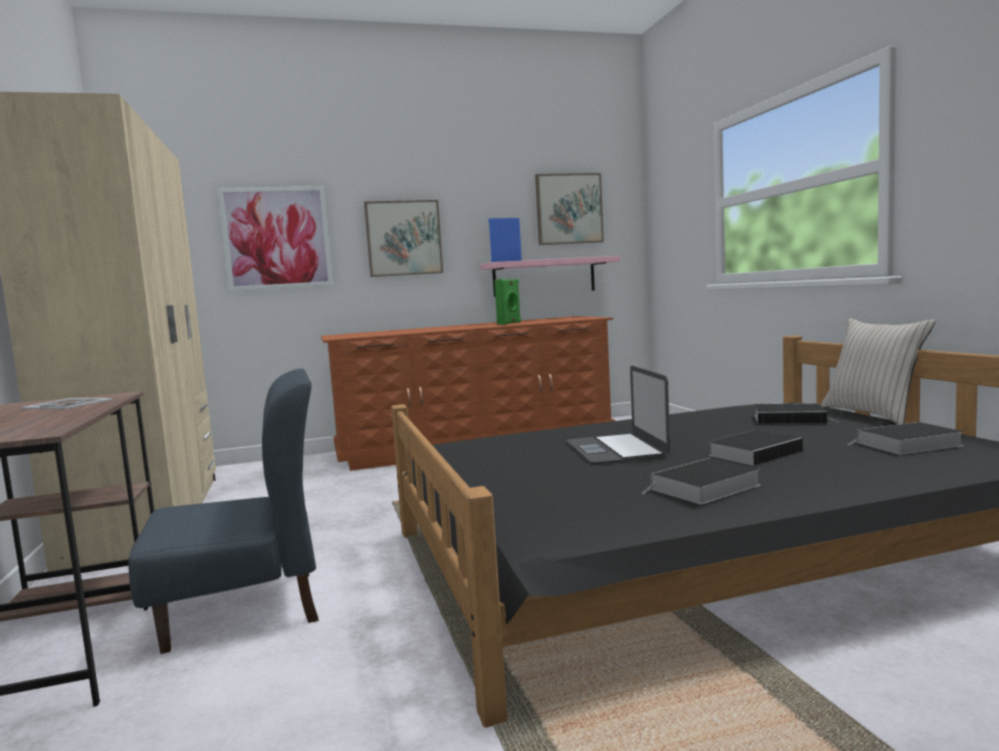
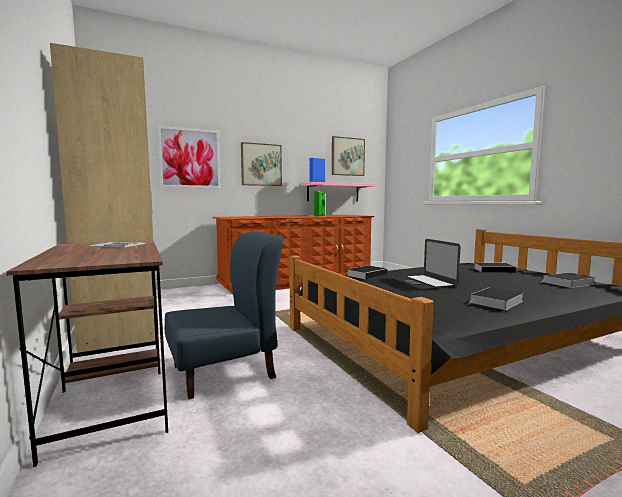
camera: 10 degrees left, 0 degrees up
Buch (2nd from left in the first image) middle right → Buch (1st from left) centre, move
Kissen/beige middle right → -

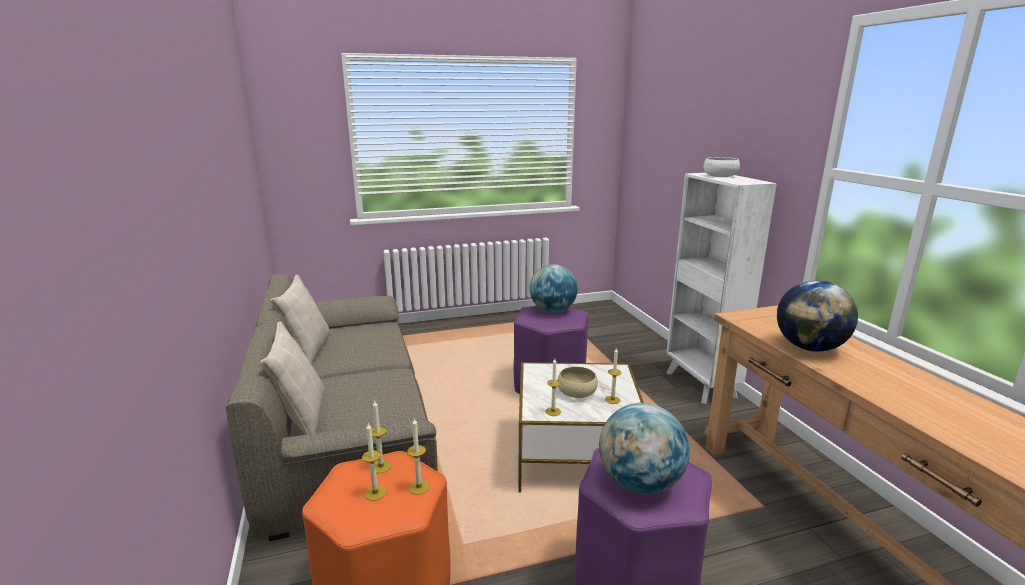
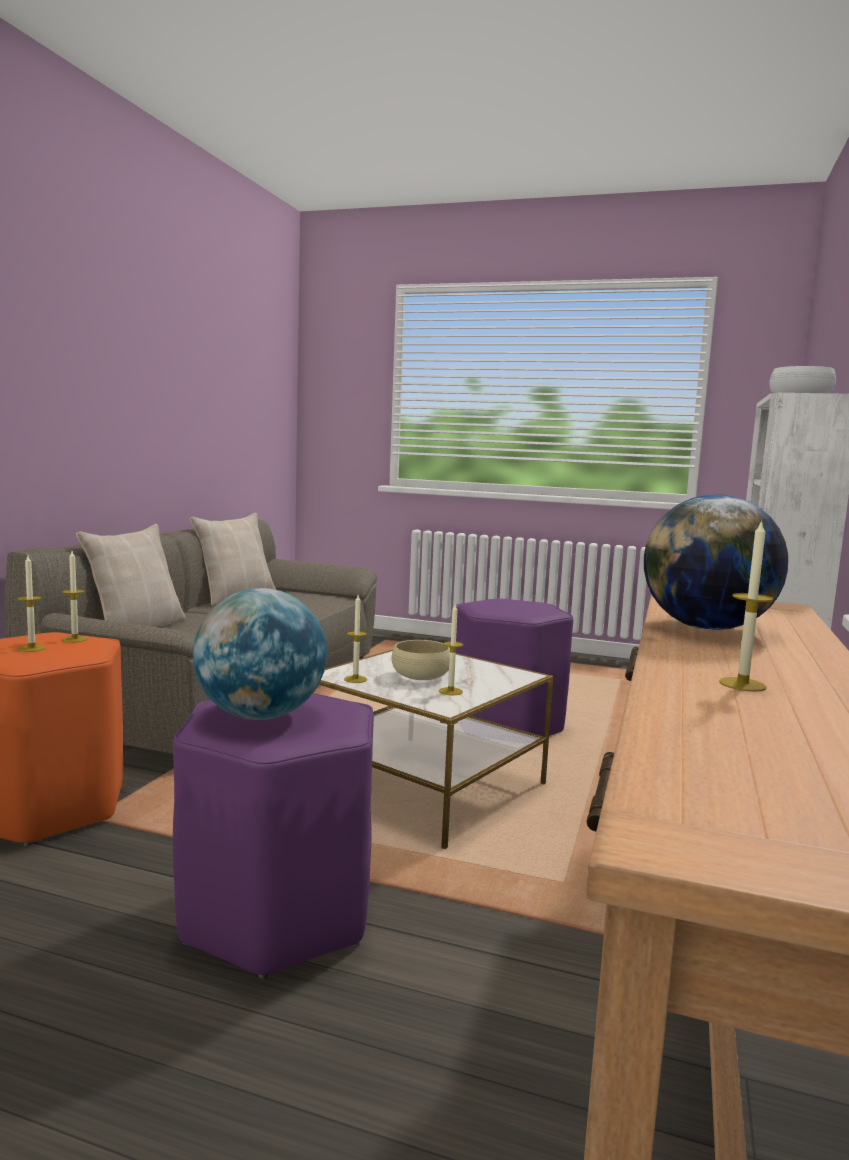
camera: 35 degrees right, 10 degrees down
Kerze (3rd from left in the first image) bottom centre → Kerze (5th from left) middle right, move
Globus (1st from left) centre → -

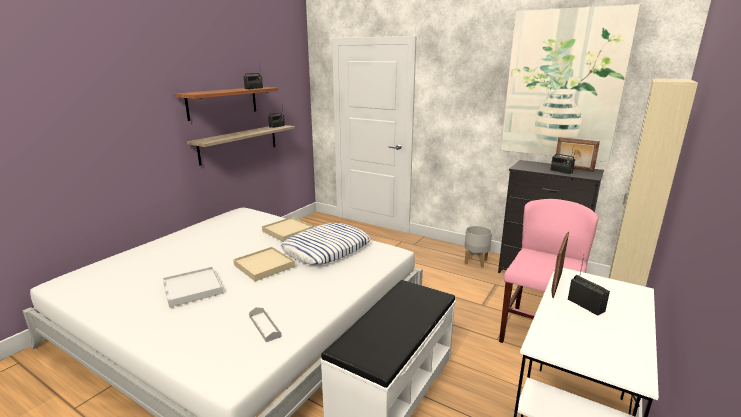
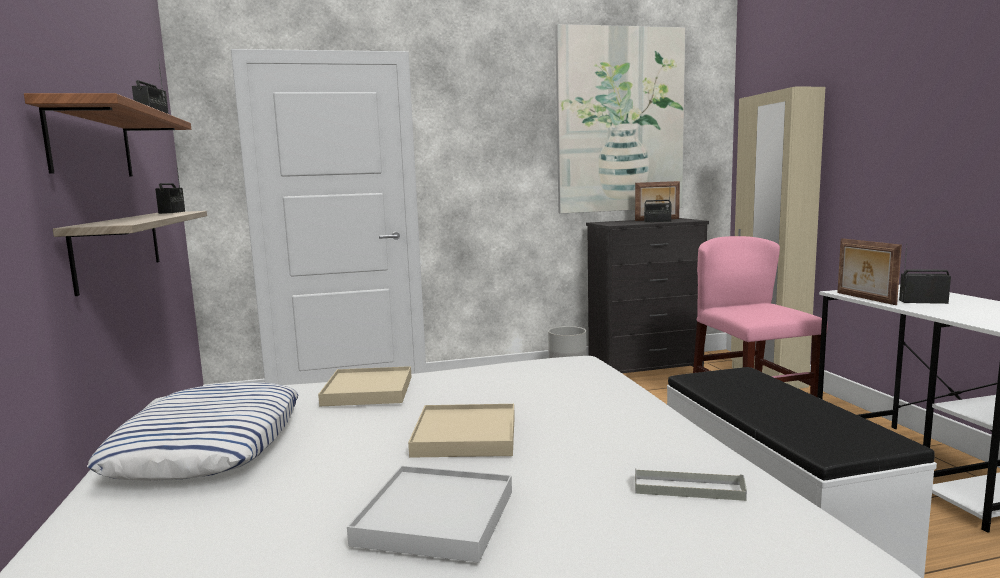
camera: 45 degrees left, 10 degrees down
Kissen centre → Kissen bottom left, move

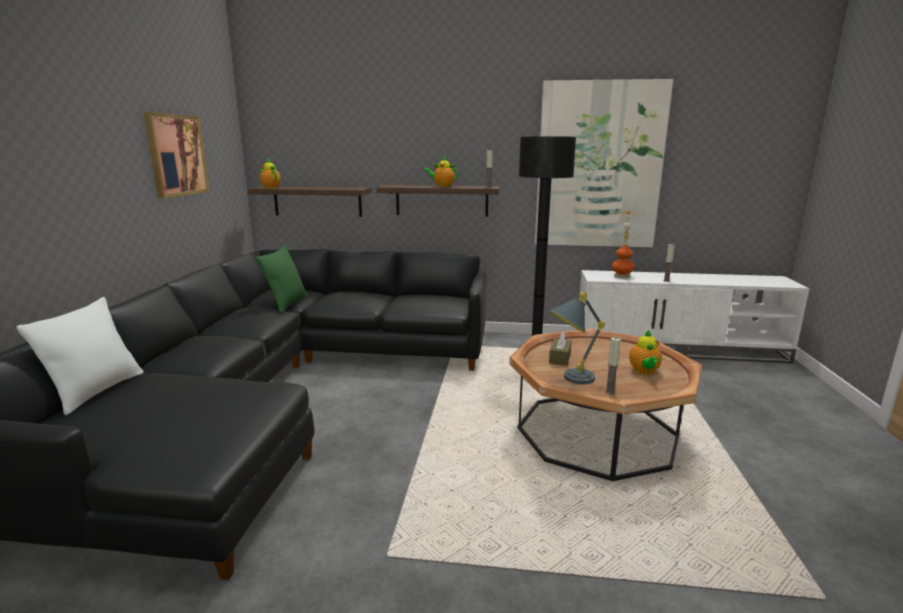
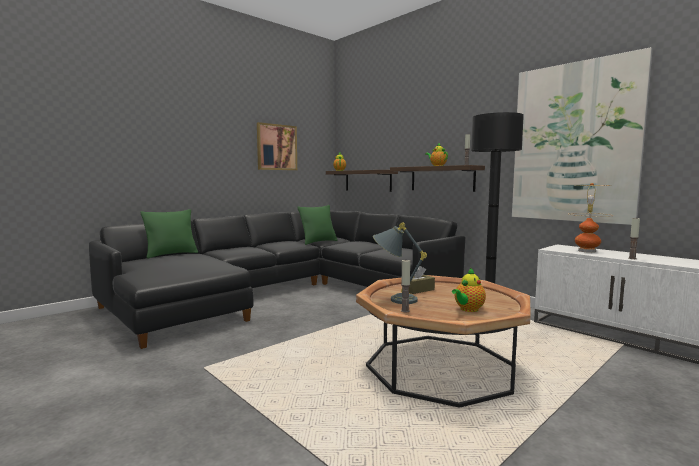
camera: 40 degrees right, 10 degrees down
Kissen/weiß middle left → Kissen/grün (1st from left) middle left

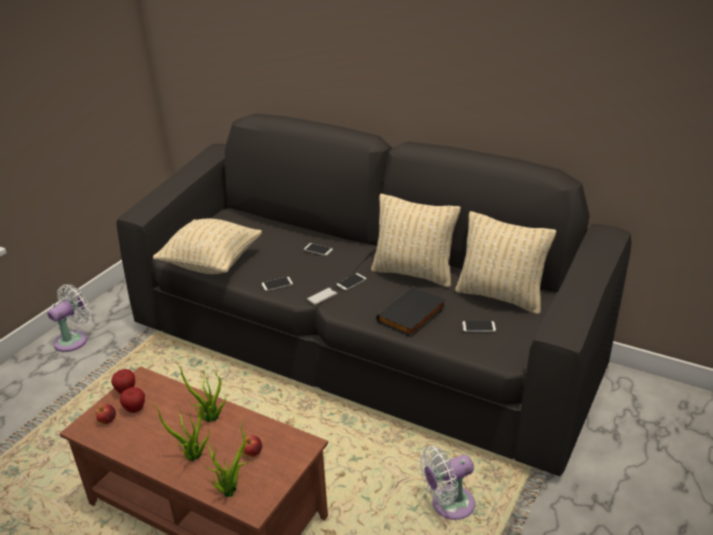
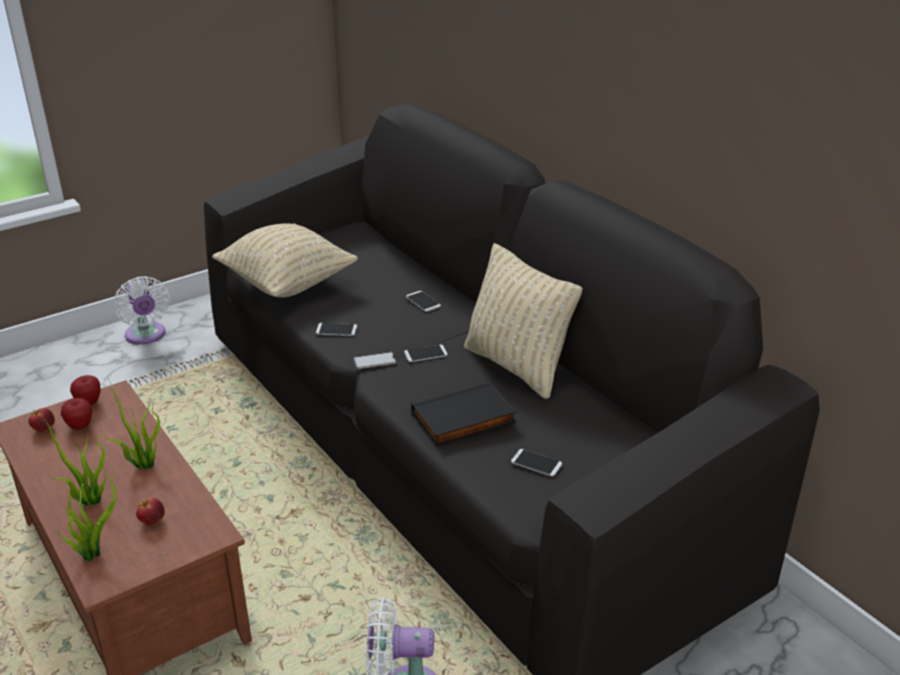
camera: 25 degrees right, 0 degrees up
Ventilator/weiß (1st from left) middle left, 90 degrees clockwise
Kissen/beige (3rd from left) middle right → -

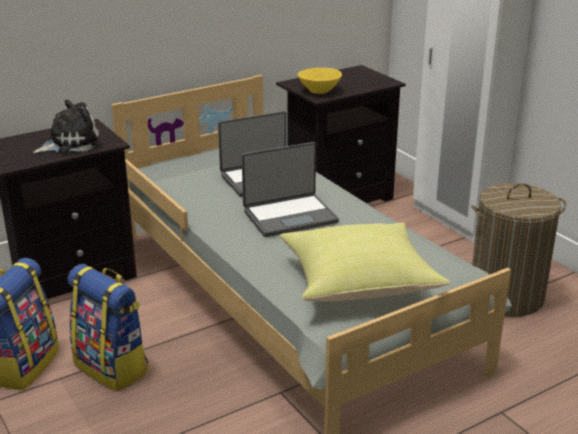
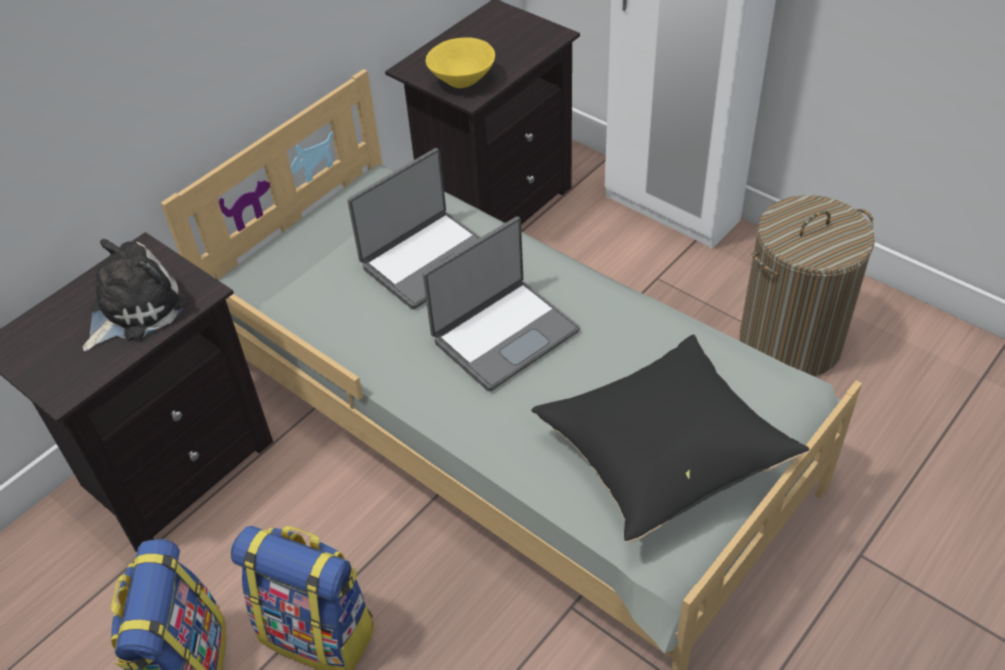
camera: 15 degrees left, 20 degrees up
Kissen/gelb centre → Kissen/schwarz middle right

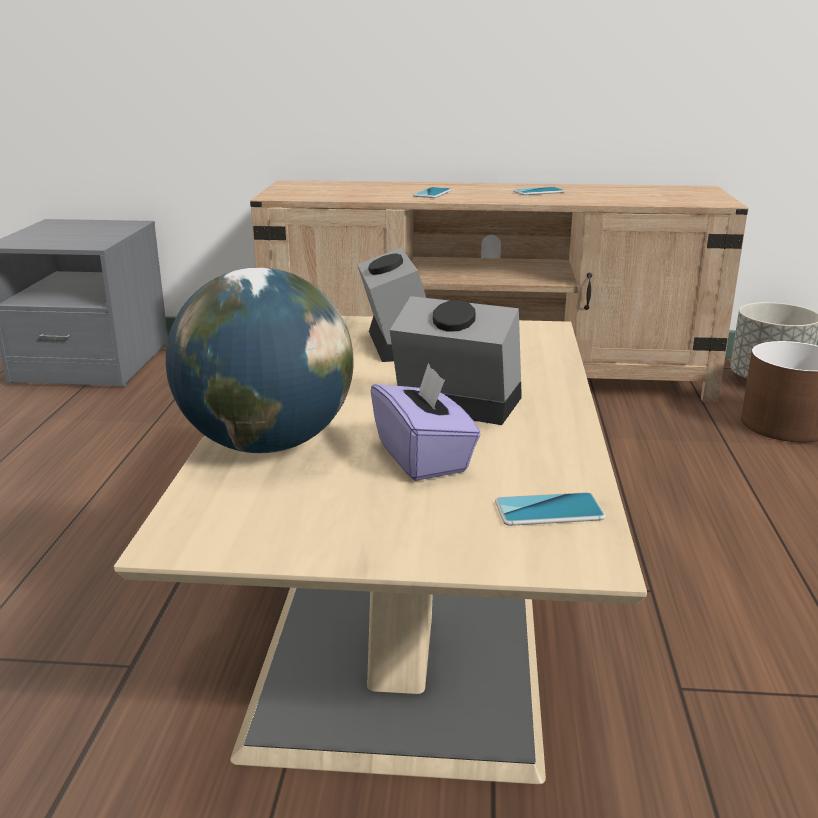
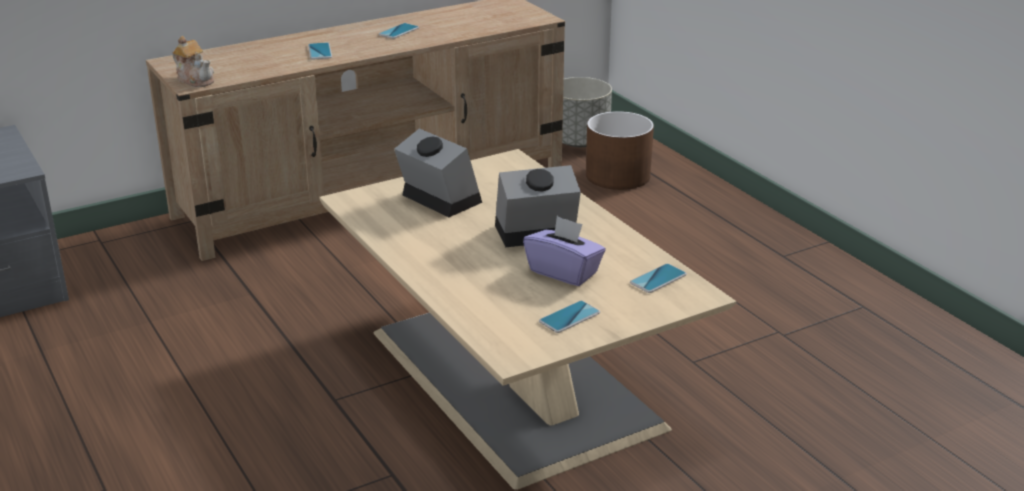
camera: 35 degrees left, 5 degrees up
- → Teekanne top left
- → Handy (3rd from left) centre
Globus middle left → -

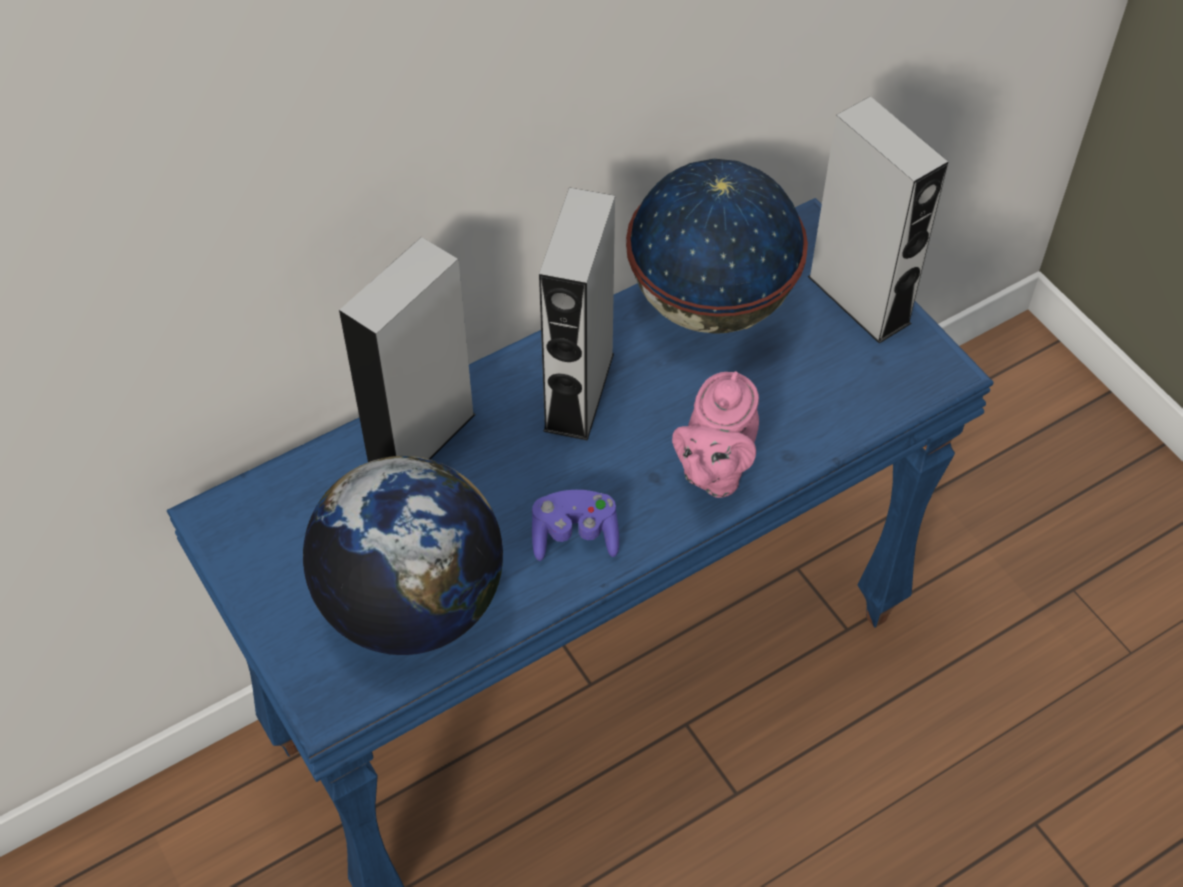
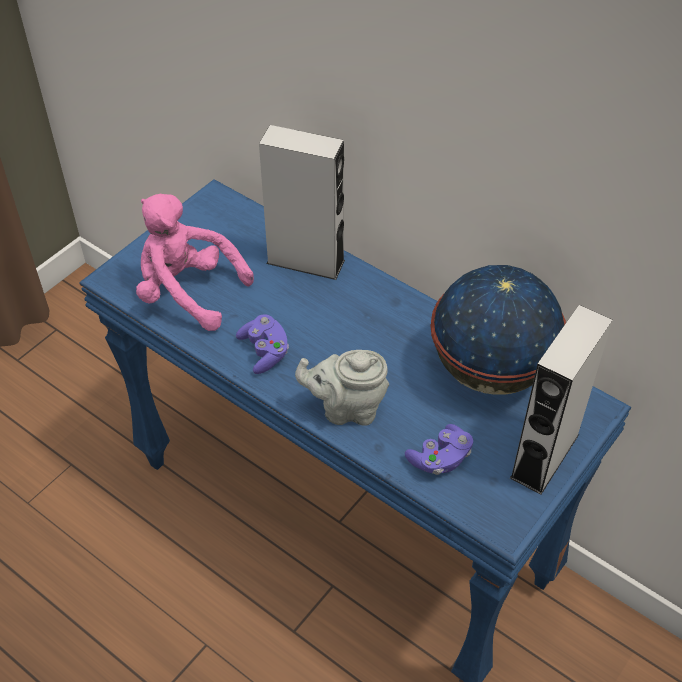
camera: 70 degrees right, 5 degrees down
Globus (1st from left) centre → Plüschtier/rosa middle left
Teekanne/rosa centre → Teekanne/grau centre
- → Gamepad/lila (2nd from left) centre
Lautsprecher/grau (2nd from left) centre → -

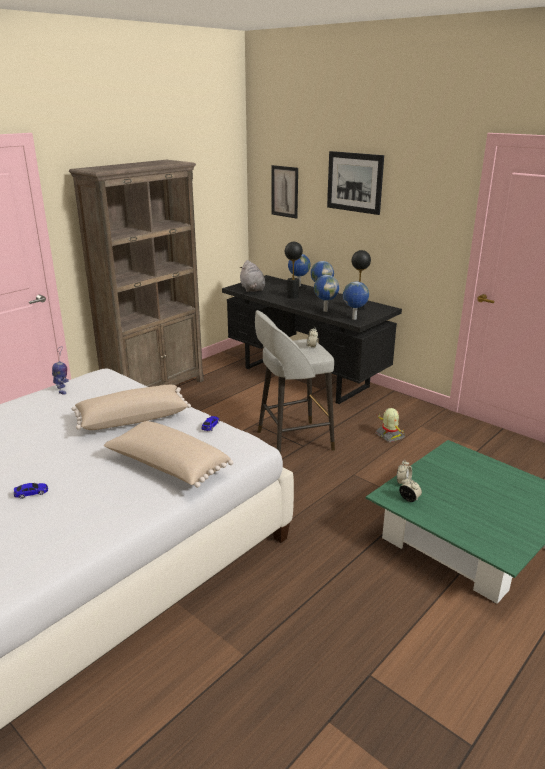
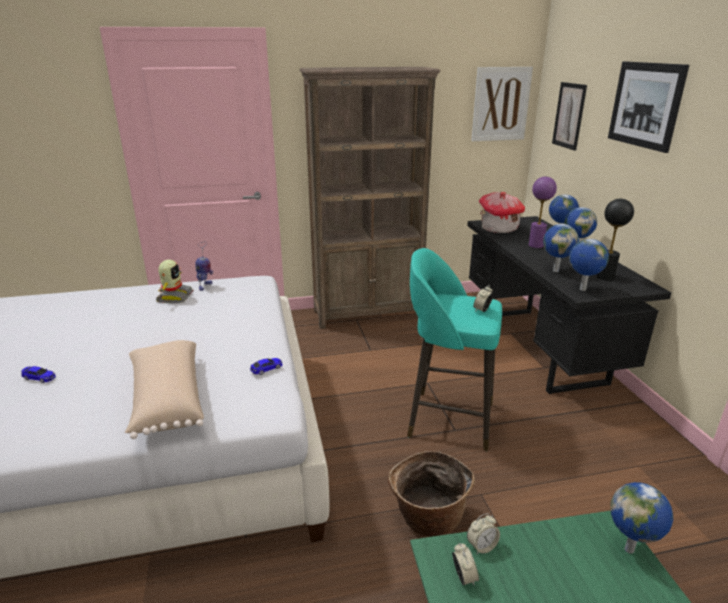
camera: 35 degrees right, 0 degrees up
Spielzeugroboter (2nd from left in the first image) middle right → Spielzeugroboter (1st from left) middle left, move
- → Korb bottom centre
Hocker/grau centre → Hocker/türkis centre
- → Bild (1st from left) top right
Plüschtier/grau centre → Spielzeughaus middle right
Tischlampe/schwarz (1st from left) centre → Tischlampe/lila middle right
- → Globus (5th from left) bottom right
Kissen/beige (1st from left) middle left → -

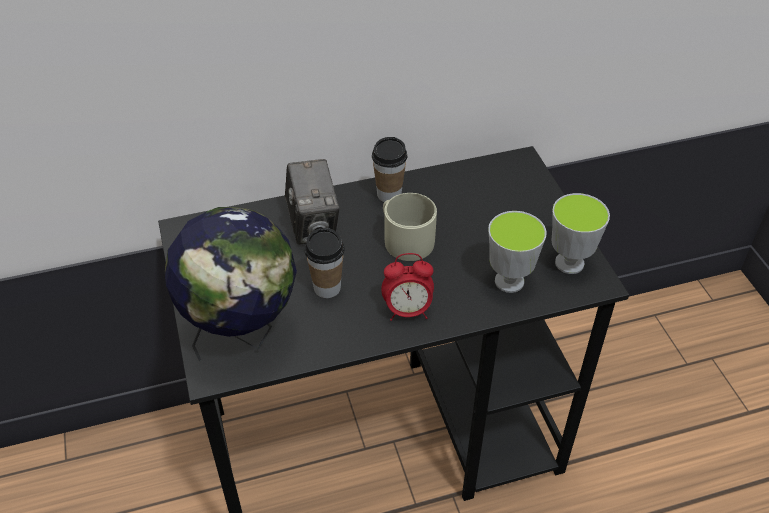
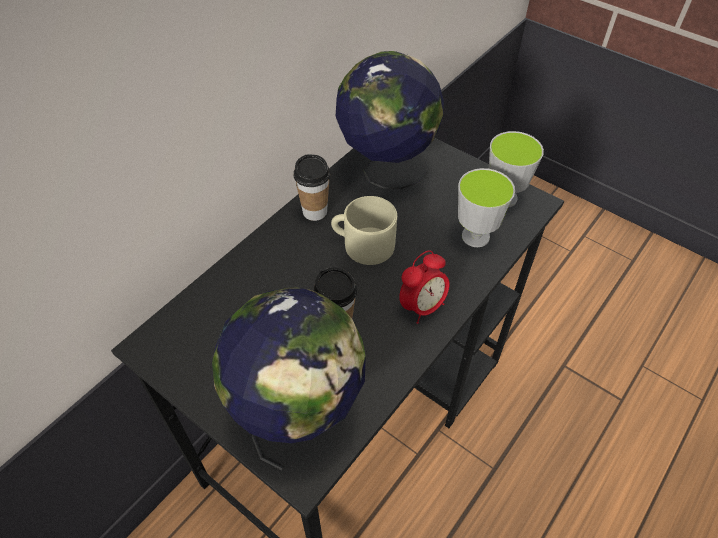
camera: 35 degrees left, 5 degrees up
- → Globus (2nd from left) top centre
Kamera centre → -

